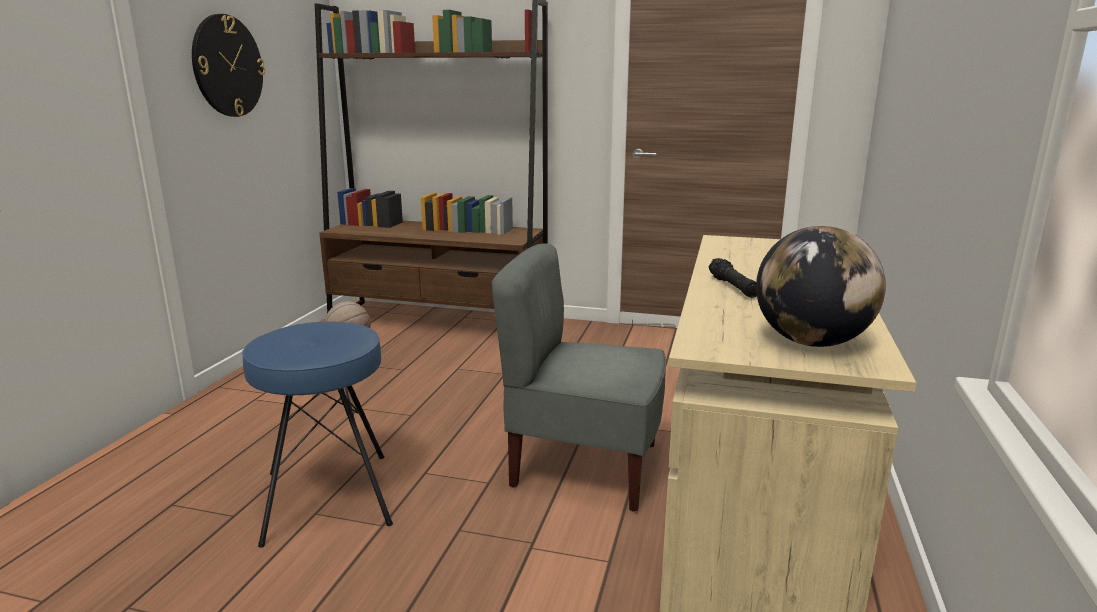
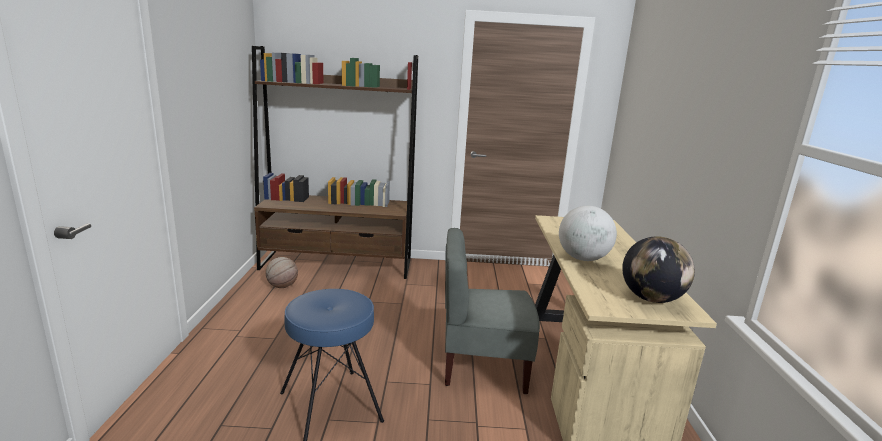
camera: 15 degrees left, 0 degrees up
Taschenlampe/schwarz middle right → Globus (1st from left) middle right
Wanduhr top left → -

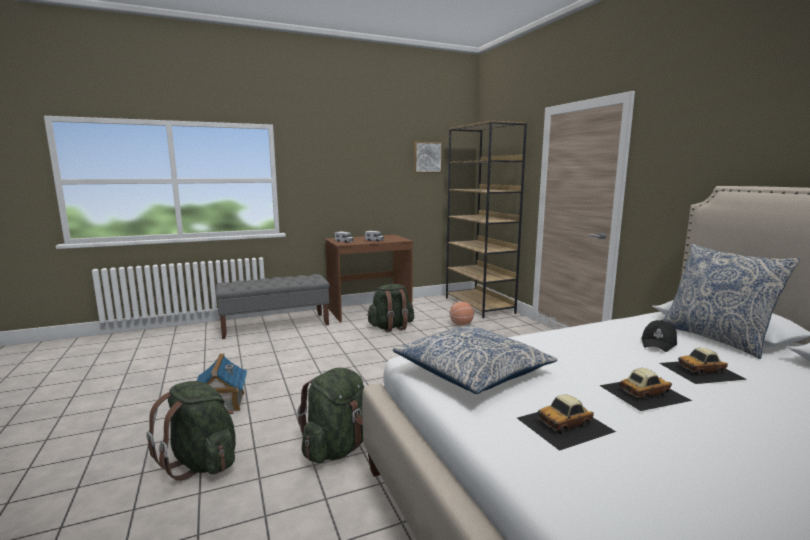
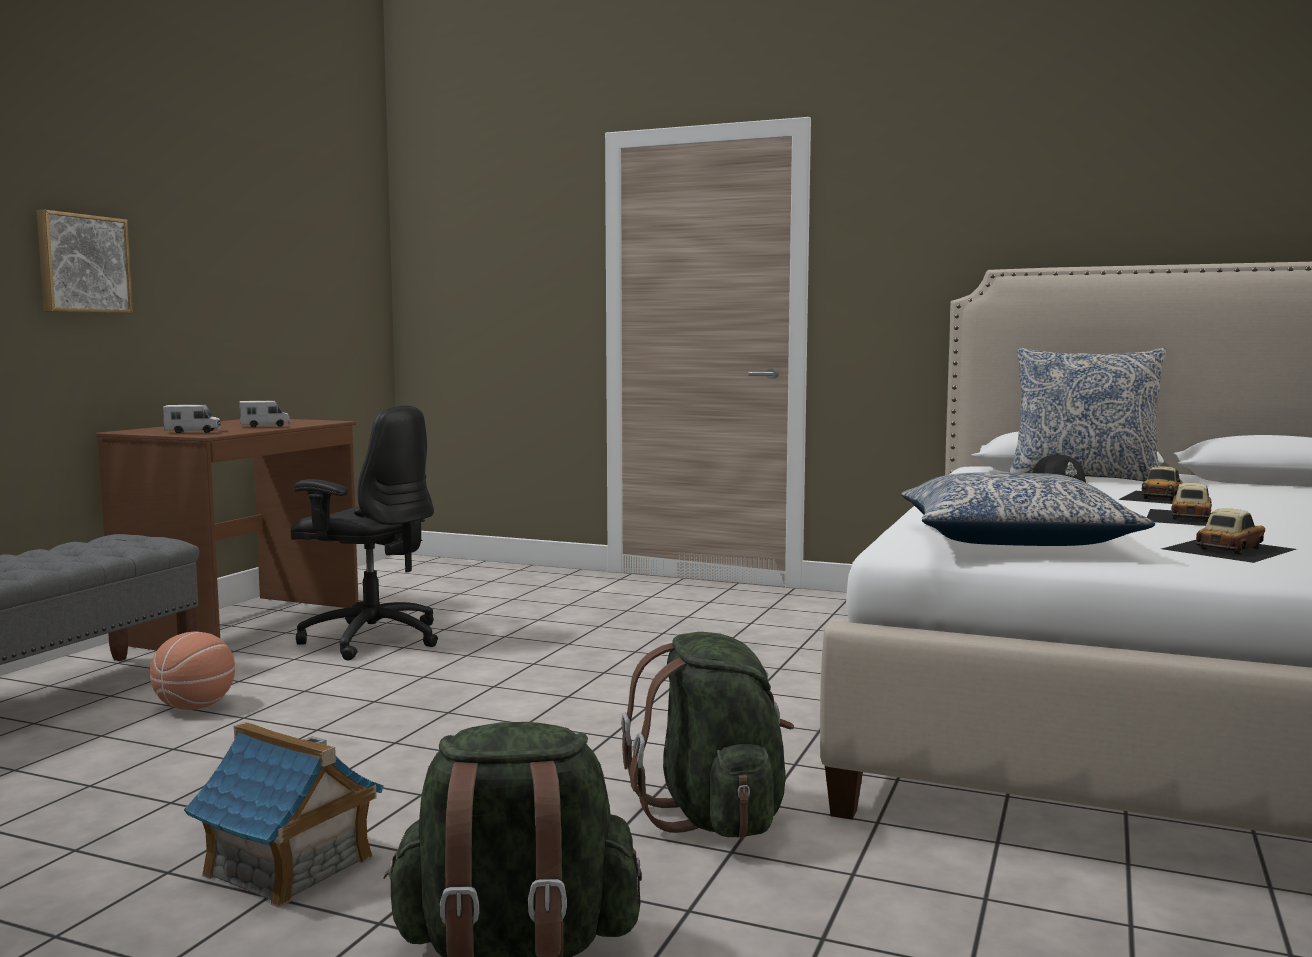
camera: 45 degrees left, 5 degrees down
Bild top centre → Bild top left, move
Basketball centre → Basketball bottom left, move
Rucksack/grün (3rd from left) centre → Bürostuhl/schwarz middle left
Spielzeugauto (1st from left in the first image) bottom right → Spielzeugauto (3rd from left) middle right, 150 degrees counterclockwise
Bücherregal/braun centre → -

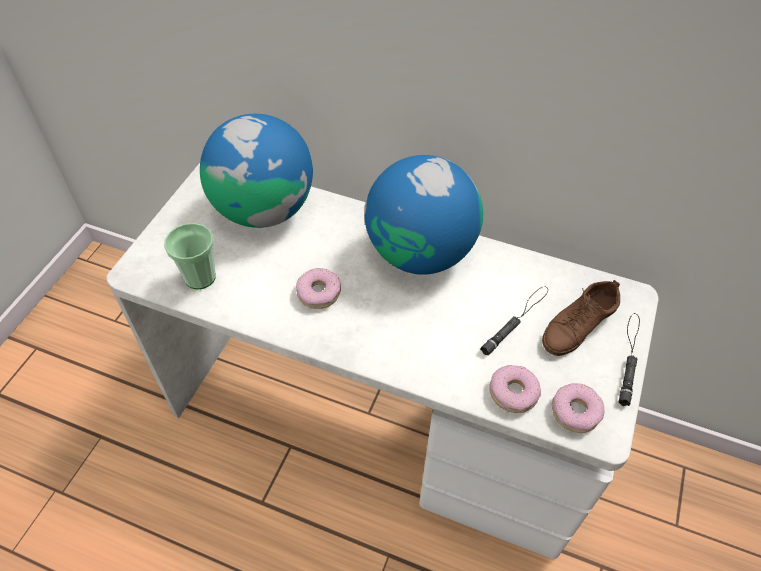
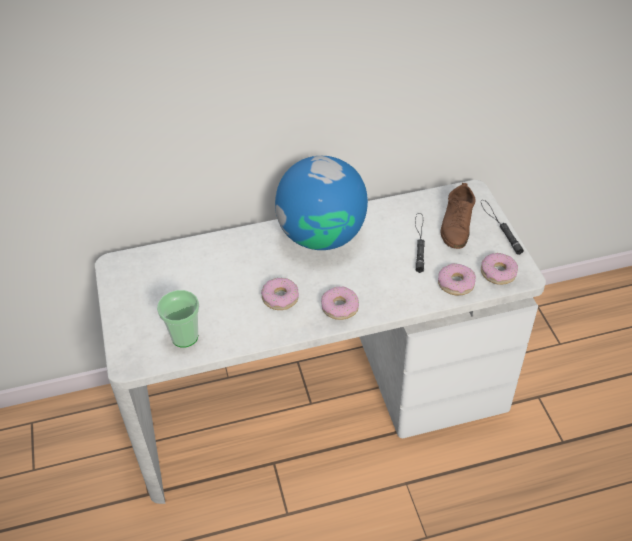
camera: 35 degrees left, 5 degrees down
- → Donut (2nd from left) centre
Globus (1st from left) top centre → -

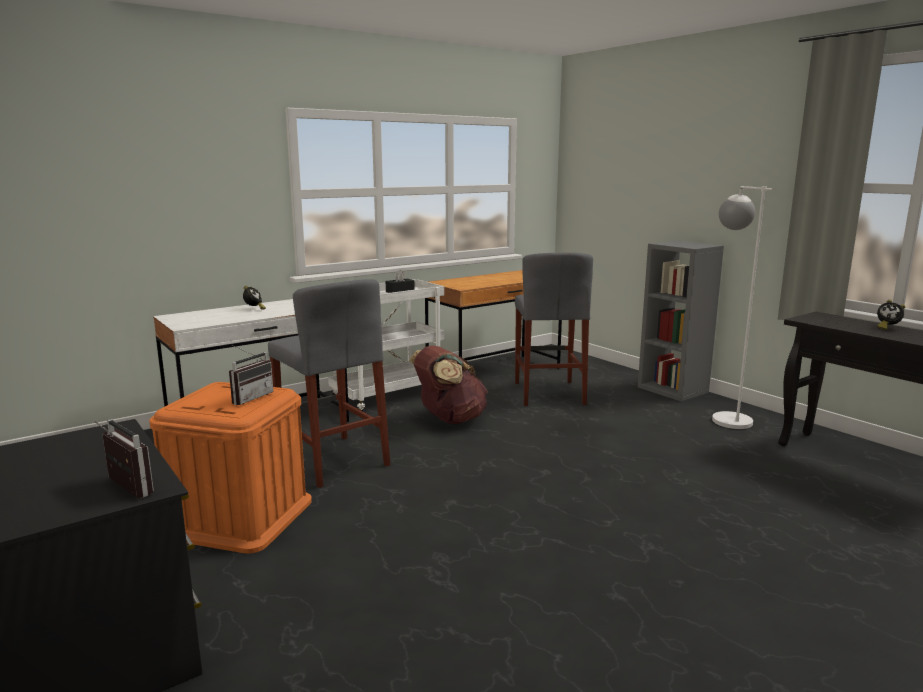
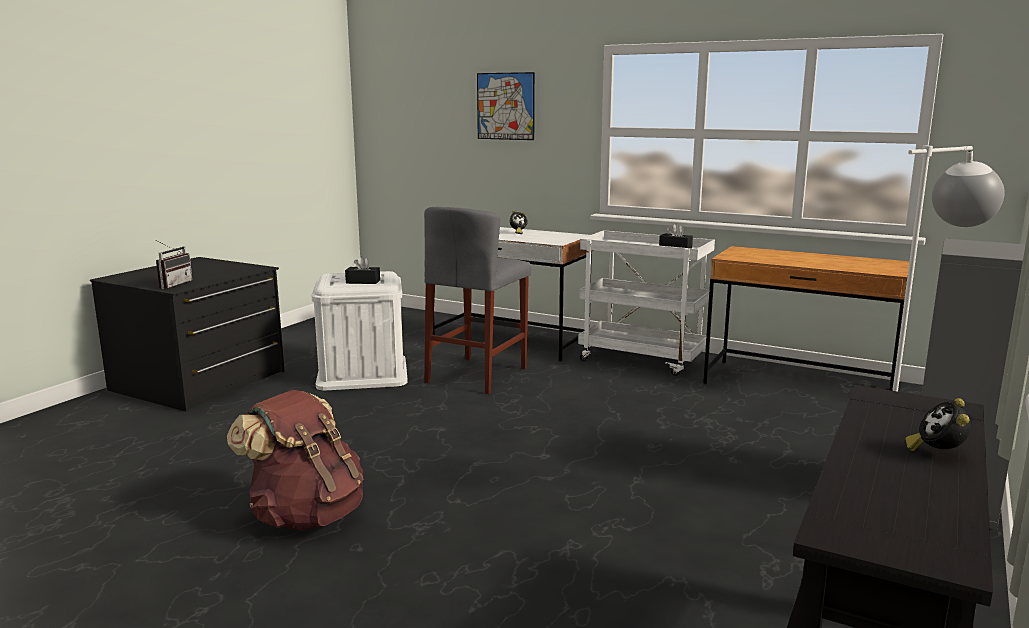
camera: 65 degrees right, 0 degrees up
Rucksack/braun centre → Rucksack/braun bottom left, move
Aufbewahrungsbox/orange bottom left → Aufbewahrungsbox/weiß centre
Radio (2nd from left) middle left → Taschentuchbox/schwarz (1st from left) centre
- → Bild top centre
Hocker/grau (2nd from left) centre → -

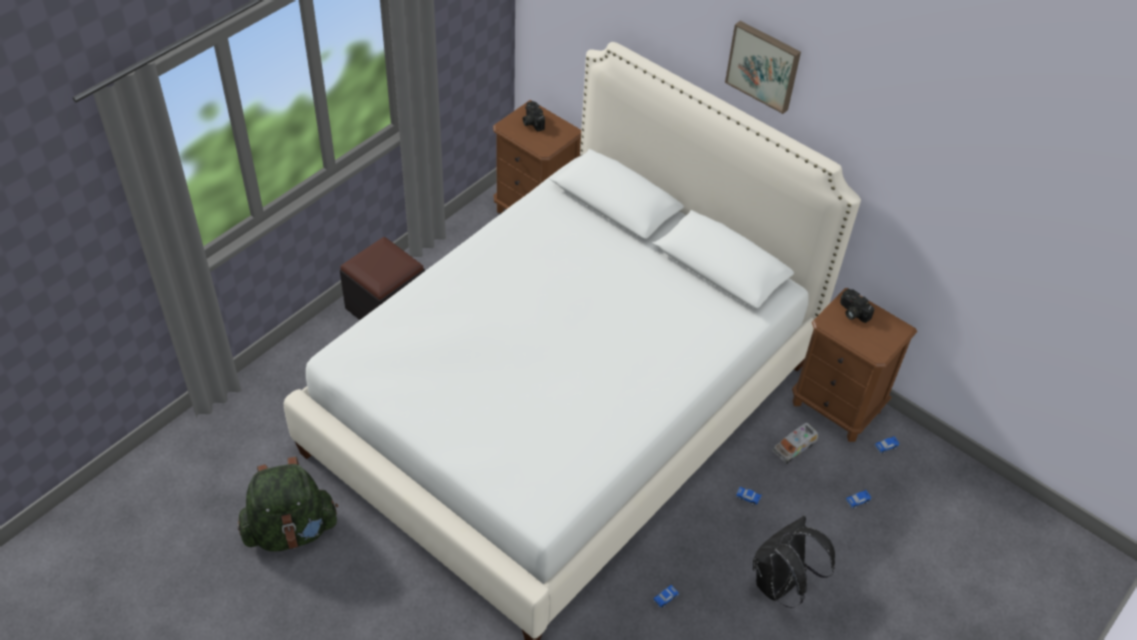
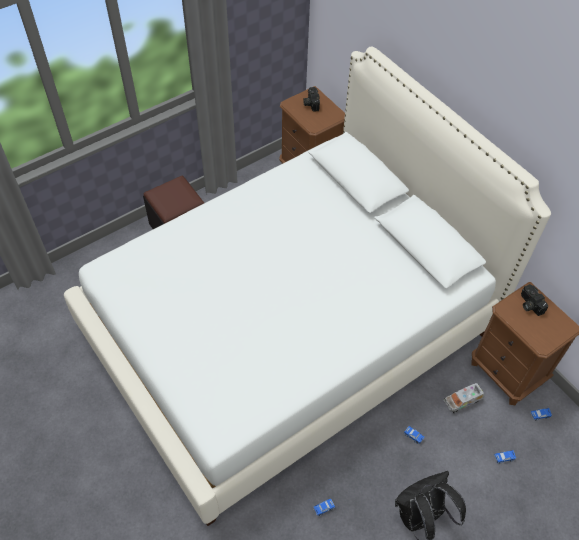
camera: 15 degrees right, 5 degrees up
Rucksack/grün bottom left → -
Bild top right → -

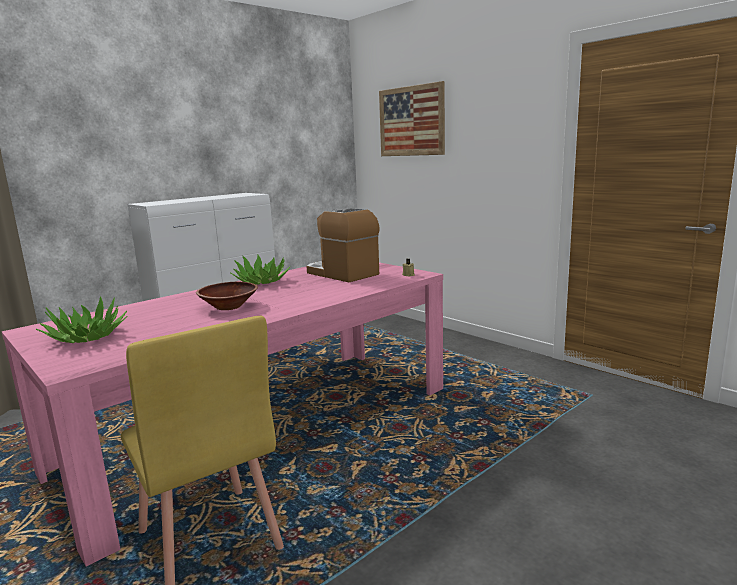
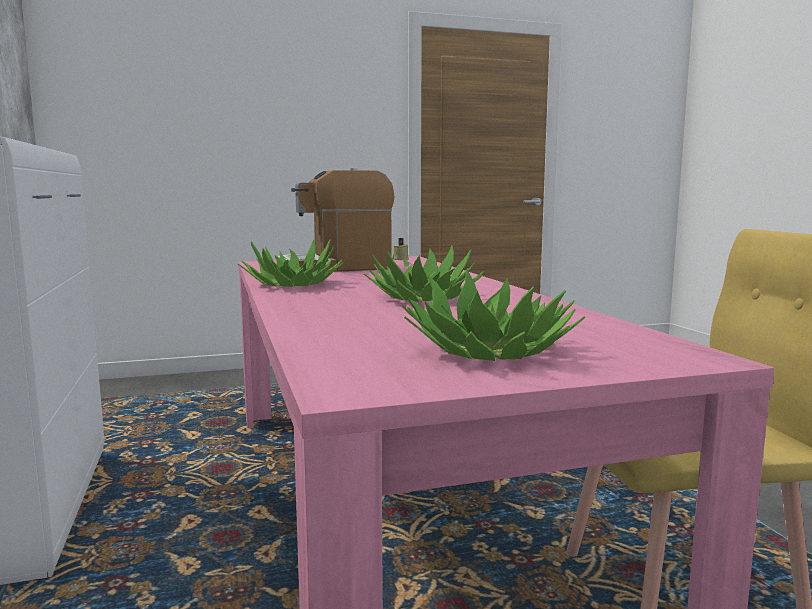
camera: 65 degrees left, 5 degrees down
Schüssel/braun middle left → Topfpflanze (2nd from left) centre
Bild top centre → -

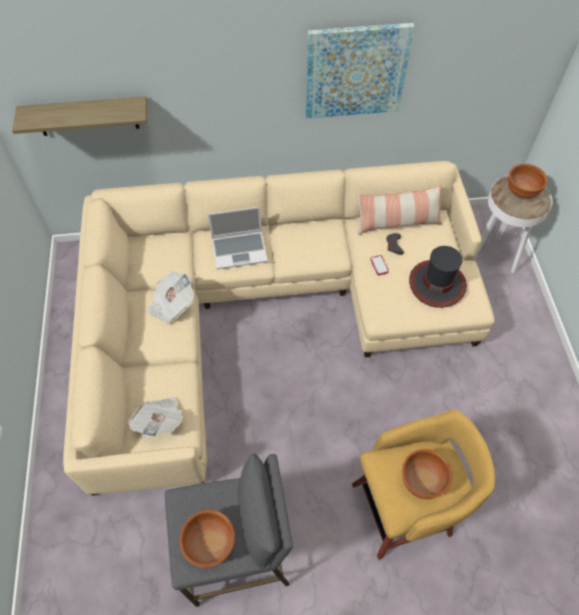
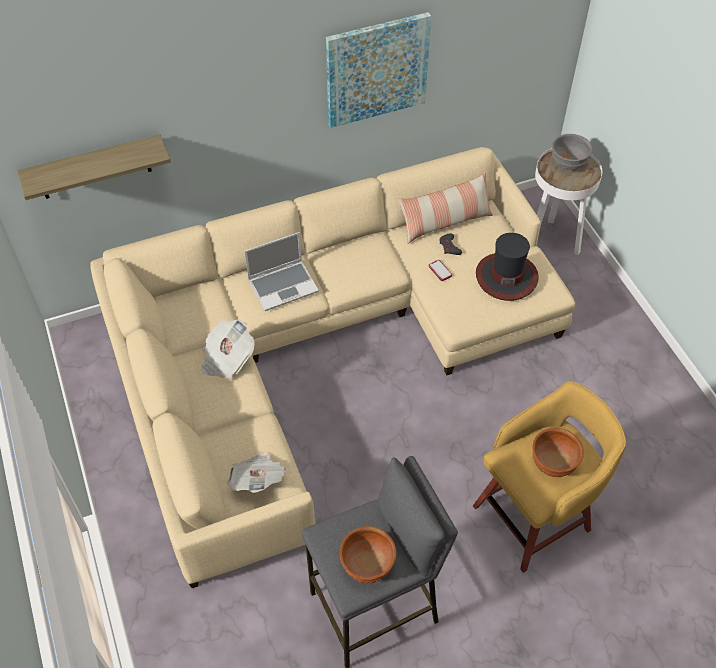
camera: 15 degrees left, 5 degrees down
Schüssel/braun (3rd from left) top right → Schüssel/grau top right

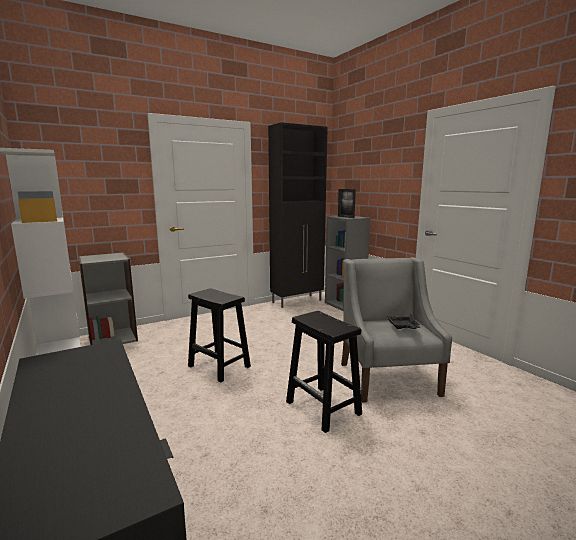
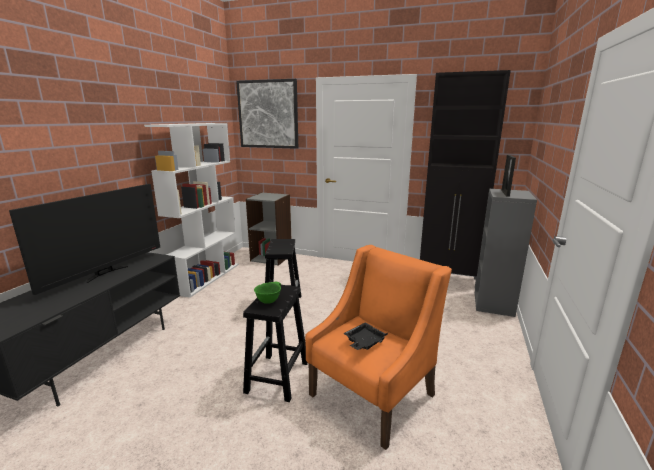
camera: 50 degrees right, 5 degrees up
- → Fernseher middle left
- → Bild top centre
- → Schüssel/grün centre
Sessel/grau middle right → Sessel/orange bottom centre

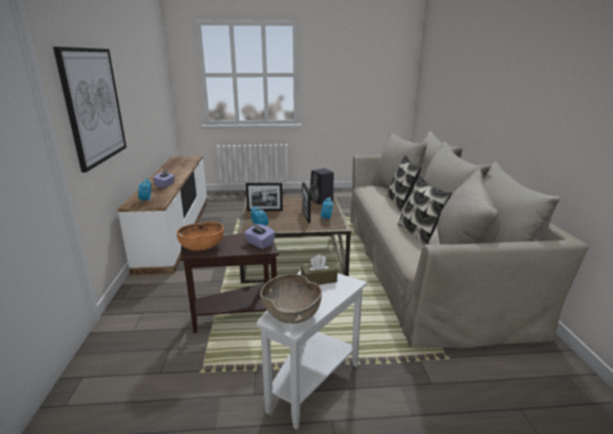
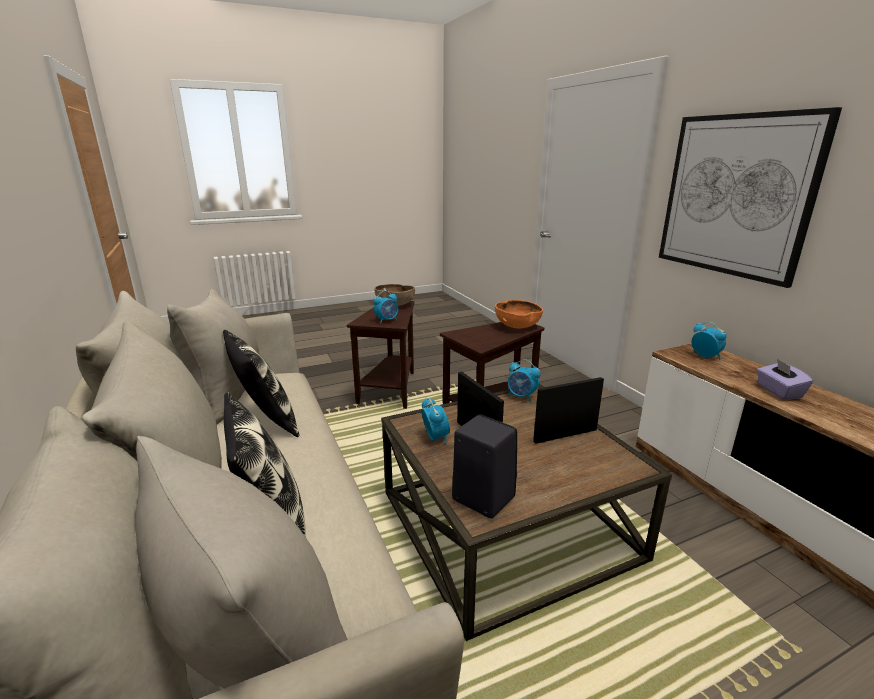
camera: 160 degrees right, 0 degrees up
Beistelltisch/weiß bottom centre → Beistelltisch/braun (1st from left) centre
Taschentuchbox/braun centre → Wecker (1st from left) centre
Taschentuchbox/lila (2nd from left) centre → -

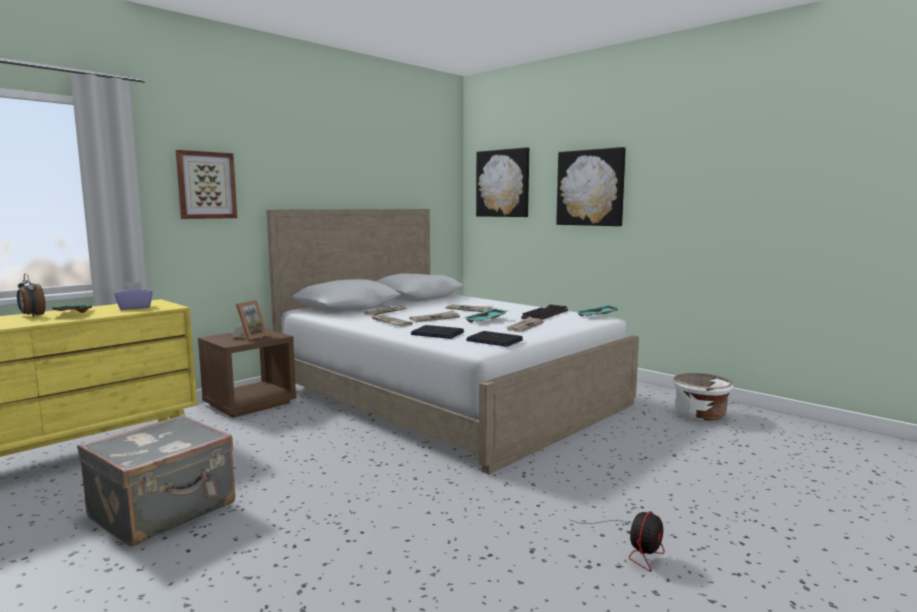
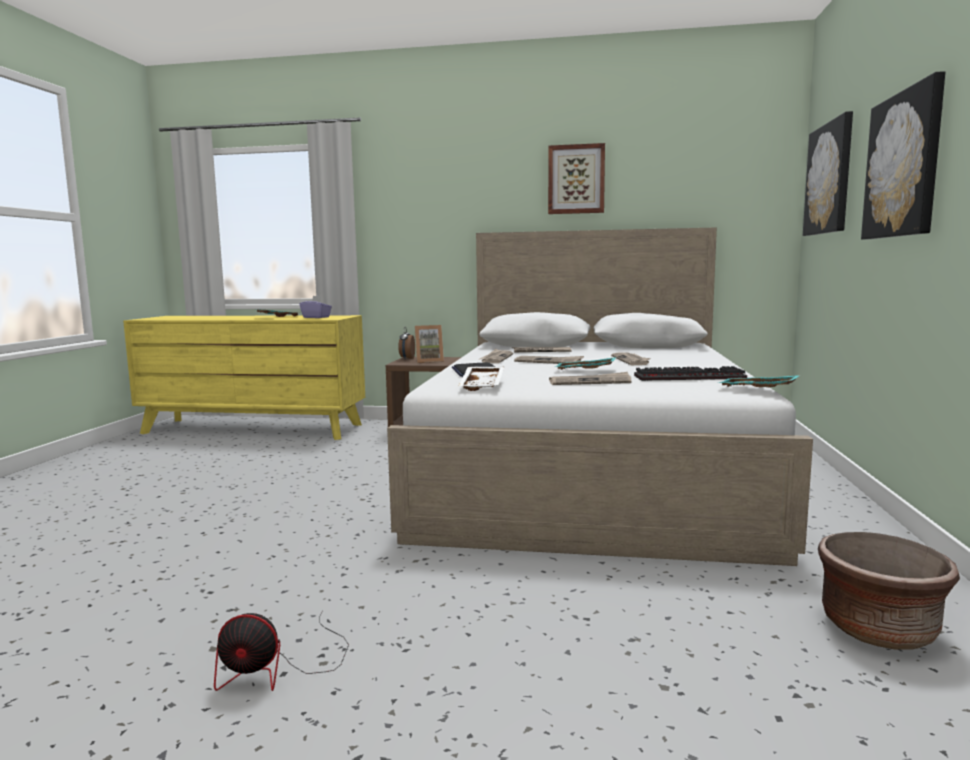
camera: 55 degrees right, 0 degrees up
Wecker middle left → Wecker centre, move
Laptop (2nd from left) centre → Tablett/weiß centre
Bild (1st from left) top left → Bild (1st from left) top centre, move
Pflanzkübel/weiß middle right → Pflanzkübel/braun bottom right
Koffer/grau bottom left → -

